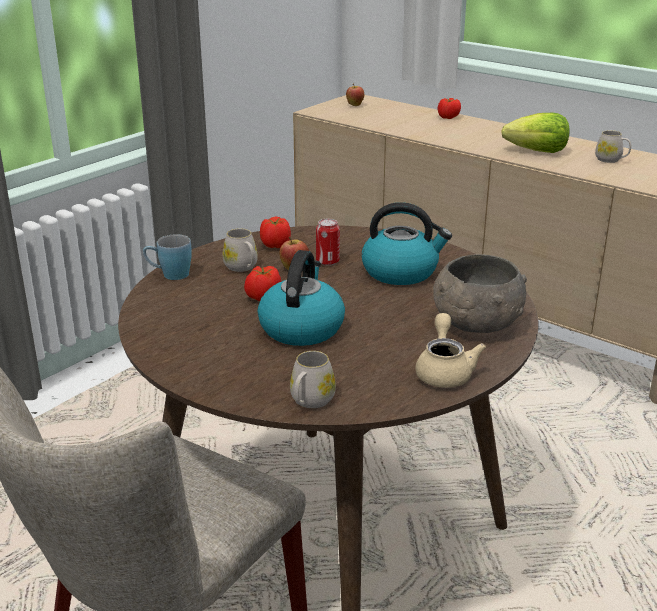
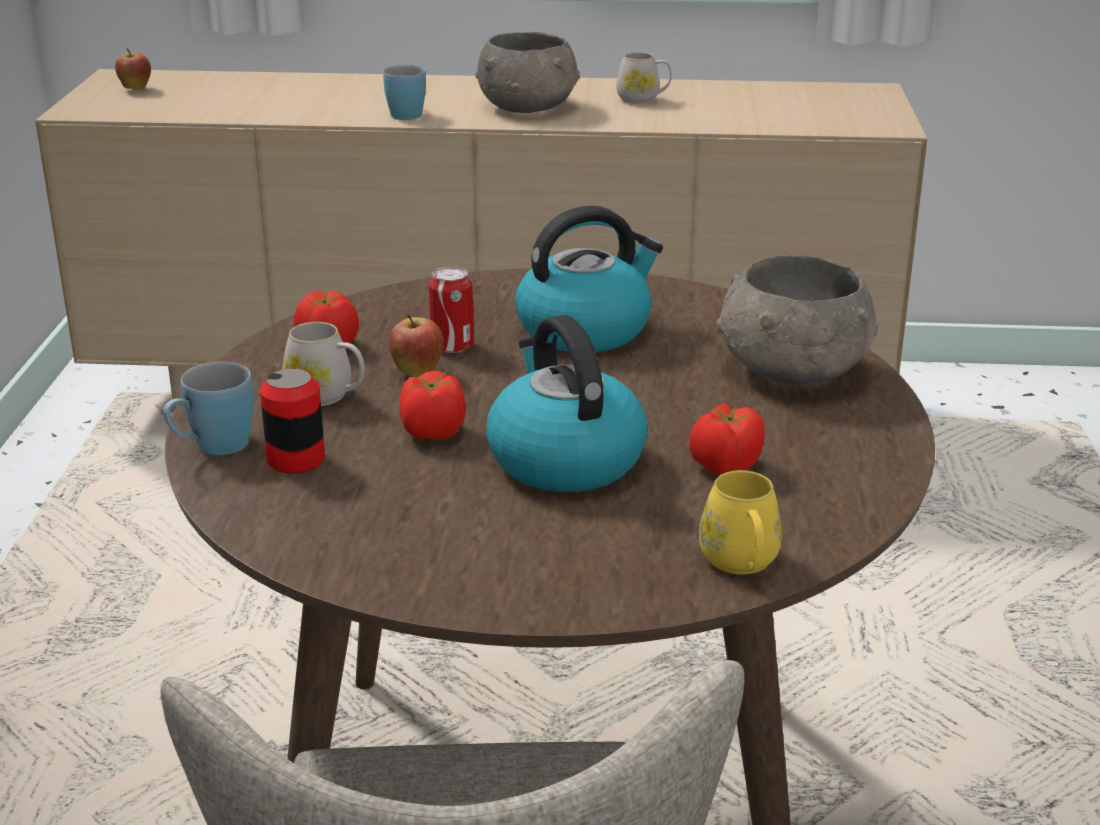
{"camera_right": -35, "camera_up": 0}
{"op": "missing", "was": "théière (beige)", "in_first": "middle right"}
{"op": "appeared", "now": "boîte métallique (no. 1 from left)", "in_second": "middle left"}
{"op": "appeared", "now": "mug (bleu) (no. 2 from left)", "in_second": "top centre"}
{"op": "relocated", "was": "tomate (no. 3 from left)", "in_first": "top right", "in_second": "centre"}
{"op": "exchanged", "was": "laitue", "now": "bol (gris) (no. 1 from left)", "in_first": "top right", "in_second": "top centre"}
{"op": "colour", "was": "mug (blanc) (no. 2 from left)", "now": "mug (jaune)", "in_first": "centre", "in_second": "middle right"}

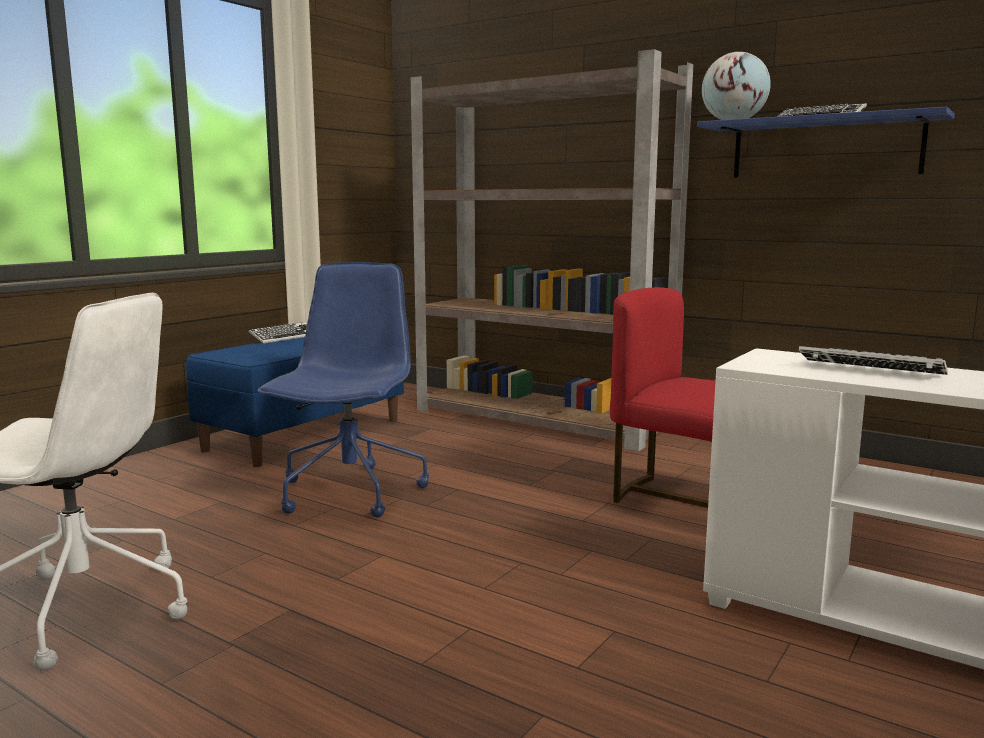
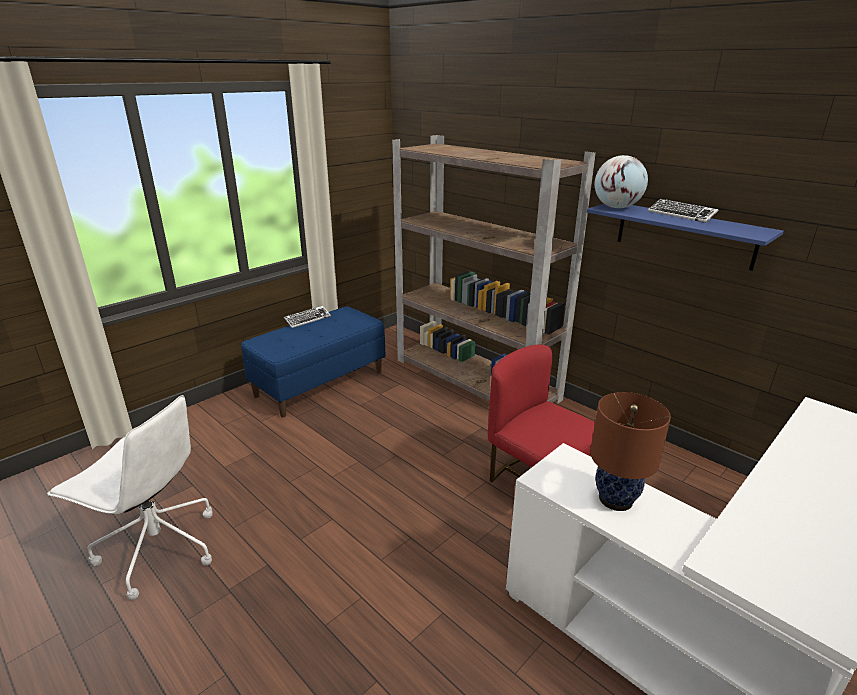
{"camera_right": 10, "camera_up": 15}
{"op": "missing", "was": "chaise de bureau (bleu)", "in_first": "centre"}
{"op": "exchanged", "was": "clavier (no. 3 from left)", "now": "lampe de table (marron)", "in_first": "middle right", "in_second": "middle right"}

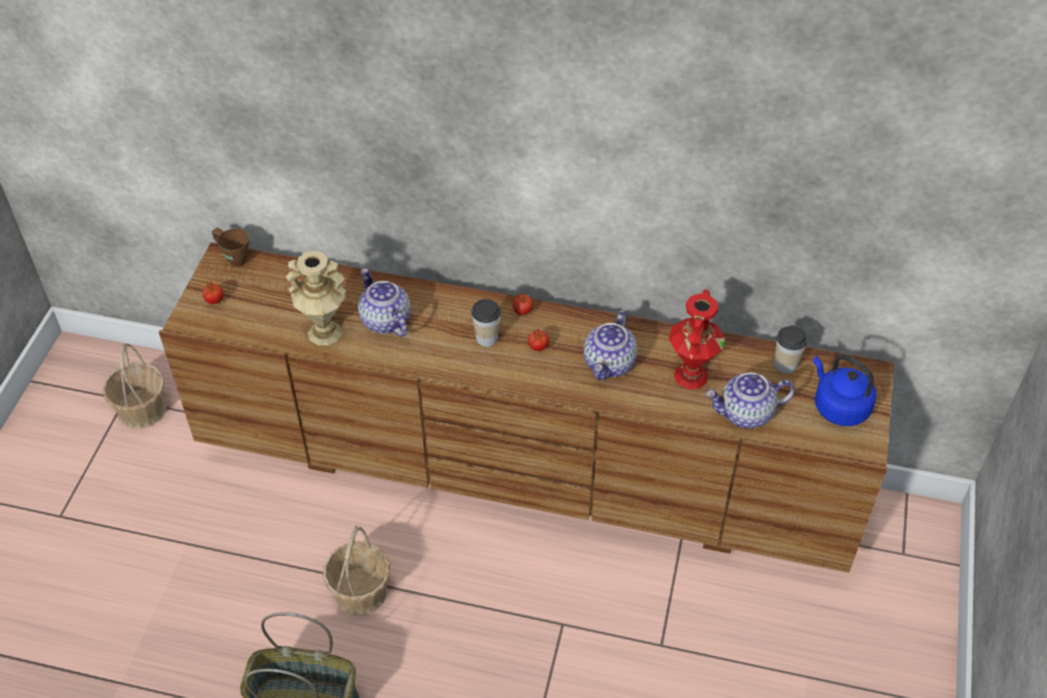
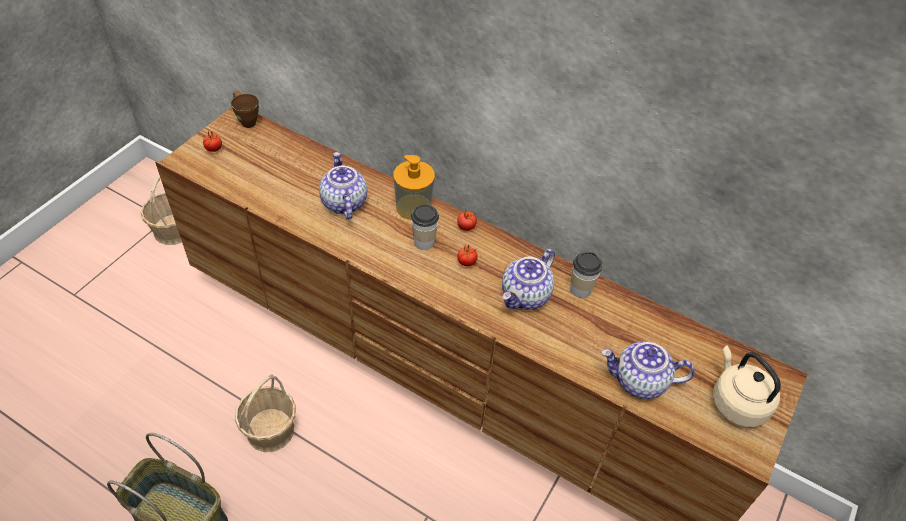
{"camera_right": 15, "camera_up": 0}
{"op": "missing", "was": "vase (beige)", "in_first": "middle left"}
{"op": "missing", "was": "vase (rouge)", "in_first": "centre"}
{"op": "appeared", "now": "distributeur de savon", "in_second": "centre"}
{"op": "relocated", "was": "tasse (no. 2 from left)", "in_first": "middle right", "in_second": "centre"}
{"op": "colour", "was": "bouilloire (bleu)", "now": "bouilloire (beige)", "in_first": "middle right", "in_second": "bottom right"}

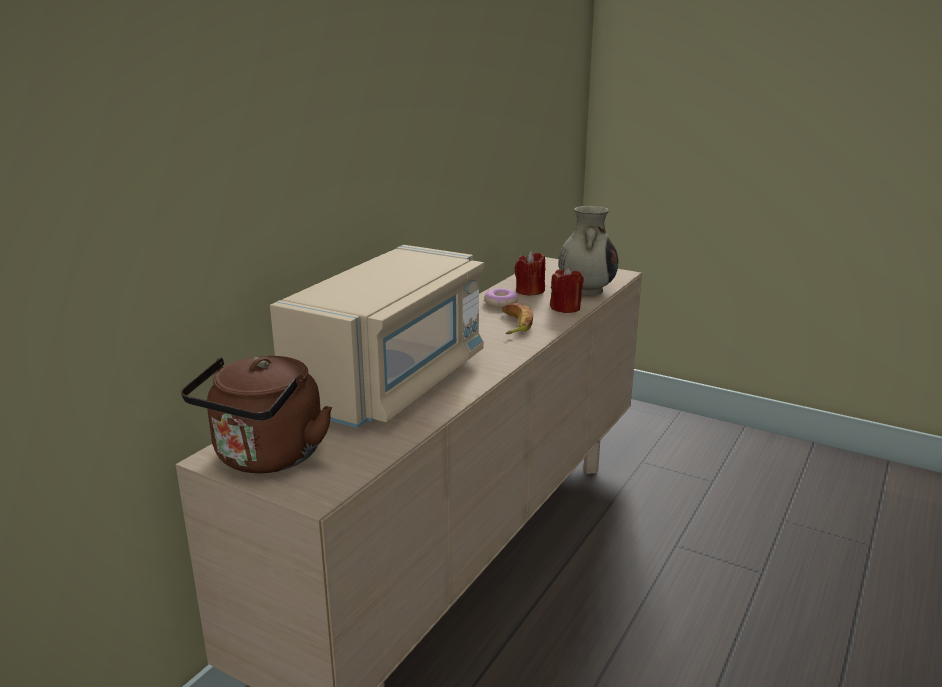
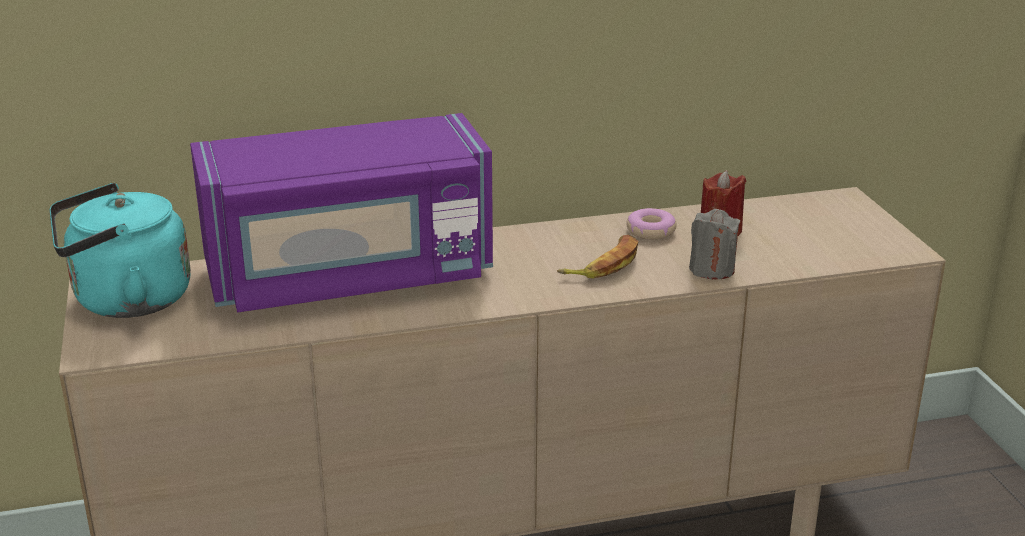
{"camera_right": 45, "camera_up": 5}
{"op": "missing", "was": "vase (beige)", "in_first": "centre"}
{"op": "colour", "was": "bouilloire (marron)", "now": "bouilloire (turquoise)", "in_first": "middle left", "in_second": "middle left"}
{"op": "colour", "was": "micro-ondes (beige)", "now": "micro-ondes (violet)", "in_first": "centre", "in_second": "middle left"}
{"op": "colour", "was": "bougie (rouge) (no. 2 from left)", "now": "bougie (gris)", "in_first": "centre", "in_second": "middle right"}

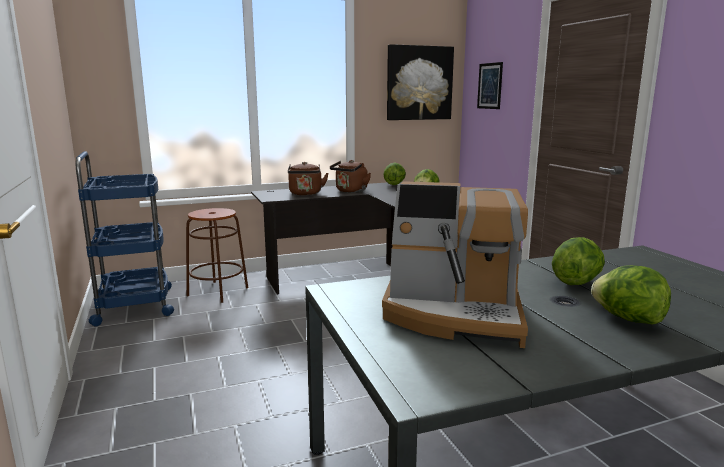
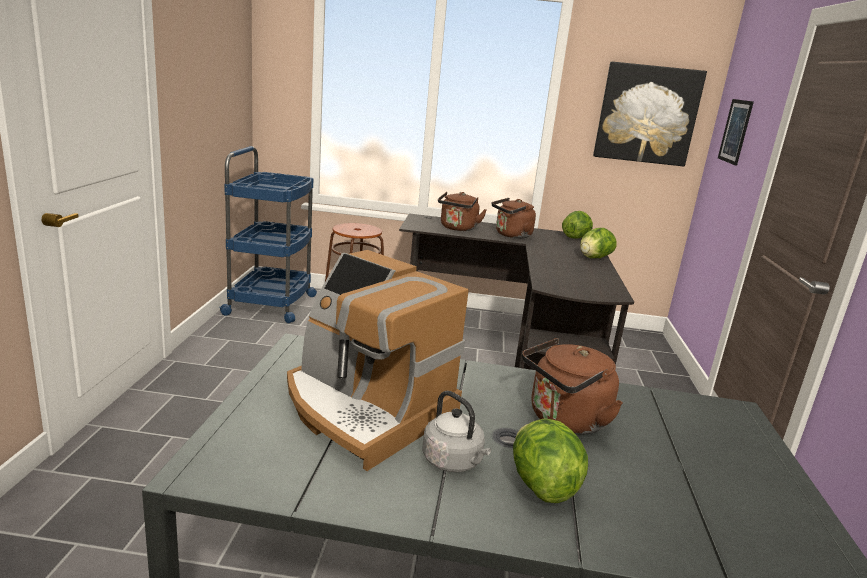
{"camera_right": 25, "camera_up": 5}
{"op": "appeared", "now": "bouilloire (gris)", "in_second": "bottom centre"}
{"op": "exchanged", "was": "laitue (no. 3 from left)", "now": "bouilloire (marron) (no. 3 from left)", "in_first": "middle right", "in_second": "bottom centre"}

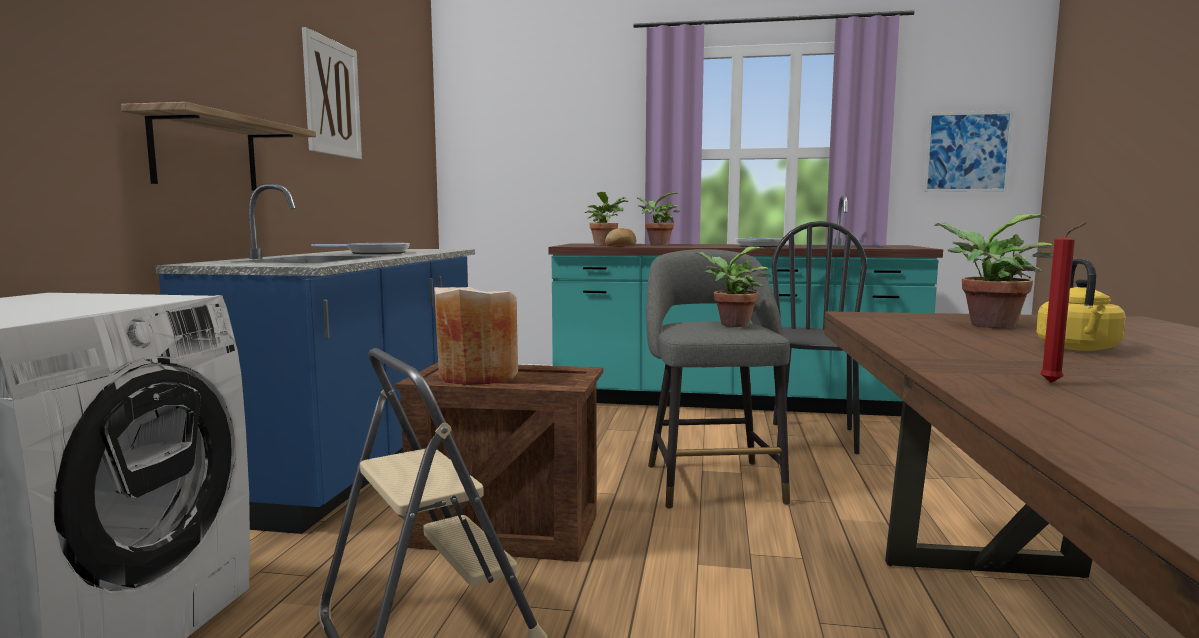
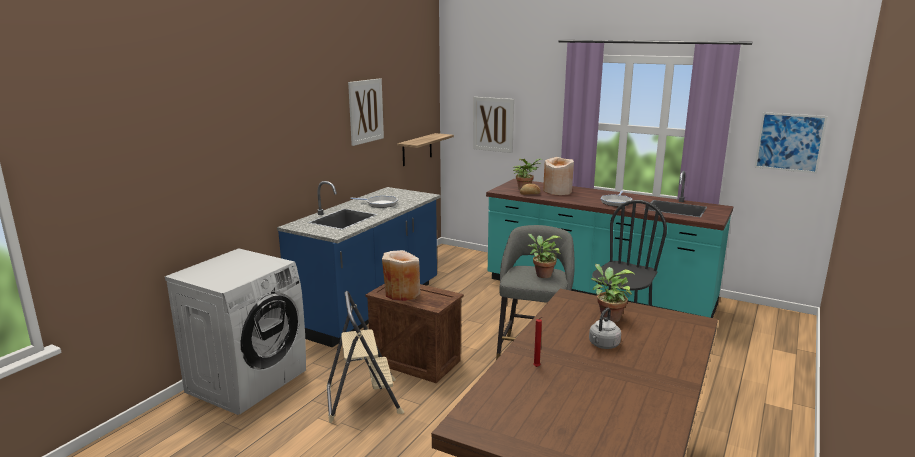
{"camera_right": 20, "camera_up": 10}
{"op": "appeared", "now": "tableau (no. 2 from left)", "in_second": "top centre"}
{"op": "relocated", "was": "étagère", "in_first": "top left", "in_second": "top centre"}
{"op": "exchanged", "was": "plante en pot (no. 2 from left)", "now": "vase (beige) (no. 2 from left)", "in_first": "centre", "in_second": "centre"}
{"op": "colour", "was": "bouilloire (jaune)", "now": "bouilloire (gris)", "in_first": "middle right", "in_second": "bottom centre"}

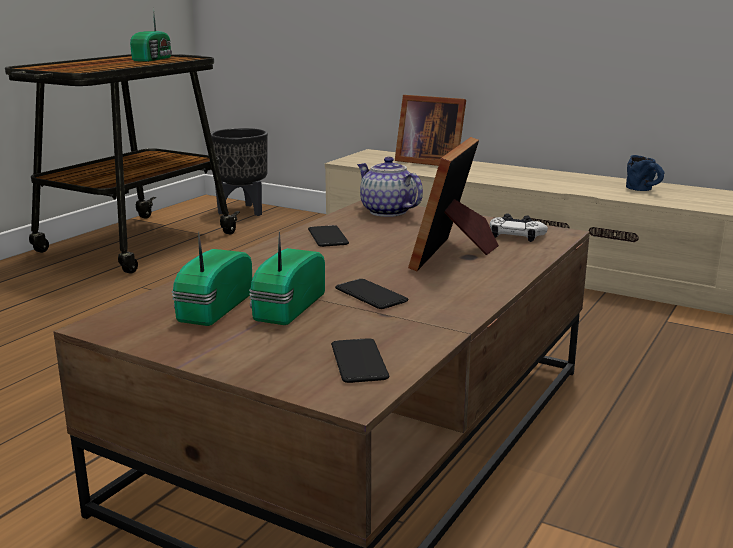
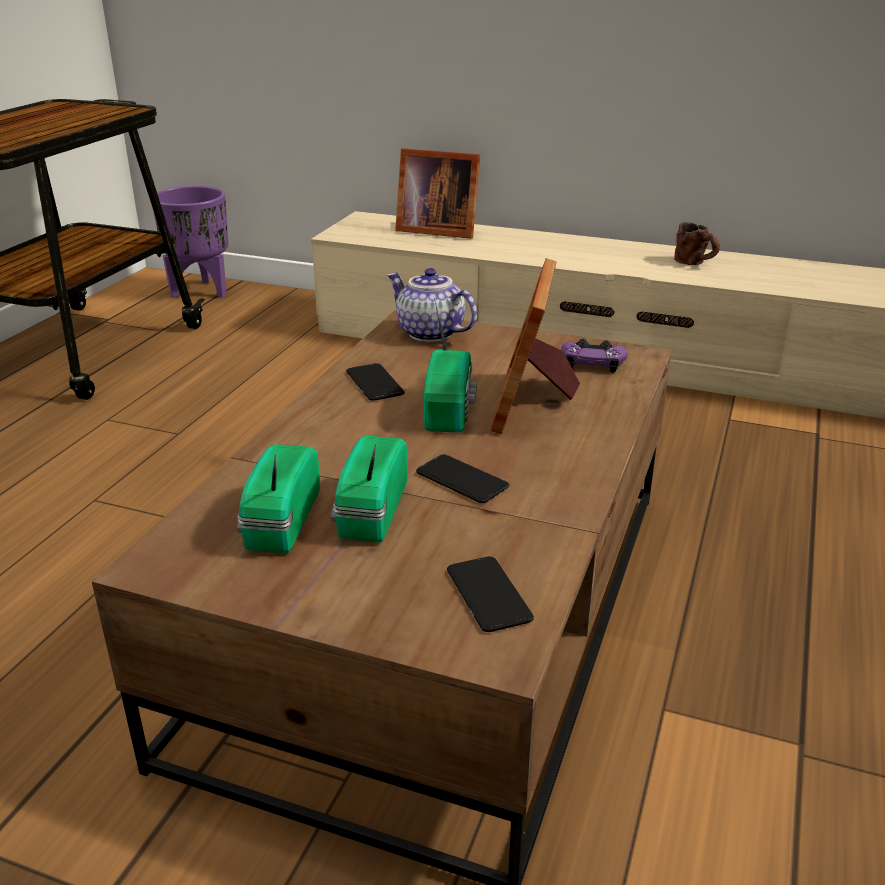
{"camera_right": -10, "camera_up": 10}
{"op": "relocated", "was": "radio (no. 1 from left in the first image)", "now": "radio (no. 3 from left)", "in_first": "top left", "in_second": "centre"}
{"op": "colour", "was": "cache-pot (noir)", "now": "cache-pot (violet)", "in_first": "top left", "in_second": "top left"}
{"op": "colour", "was": "manette (blanc)", "now": "manette (violet)", "in_first": "middle right", "in_second": "middle right"}
{"op": "colour", "was": "mug (bleu)", "now": "mug (marron)", "in_first": "top right", "in_second": "top right"}

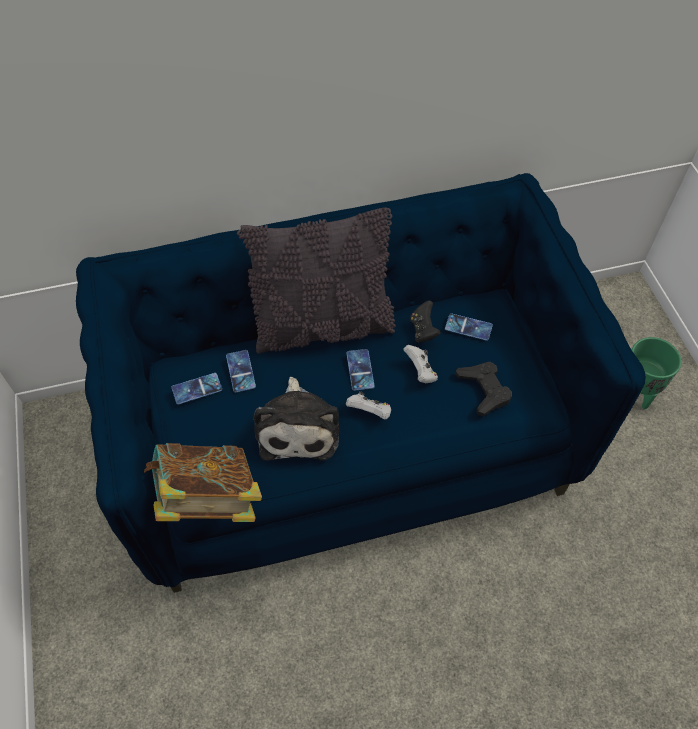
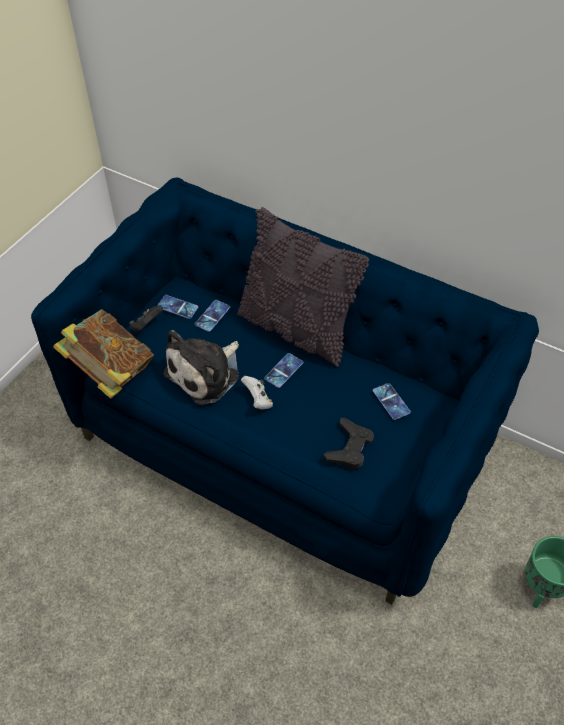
{"camera_right": 45, "camera_up": -5}
{"op": "missing", "was": "manette (blanc) (no. 2 from left)", "in_first": "centre"}
{"op": "relocated", "was": "manette (noir) (no. 1 from left)", "in_first": "centre", "in_second": "middle left"}

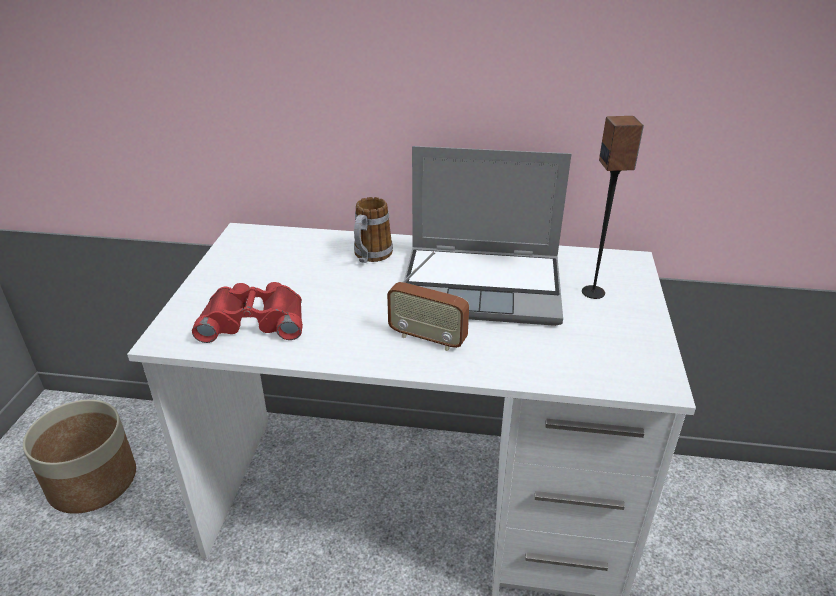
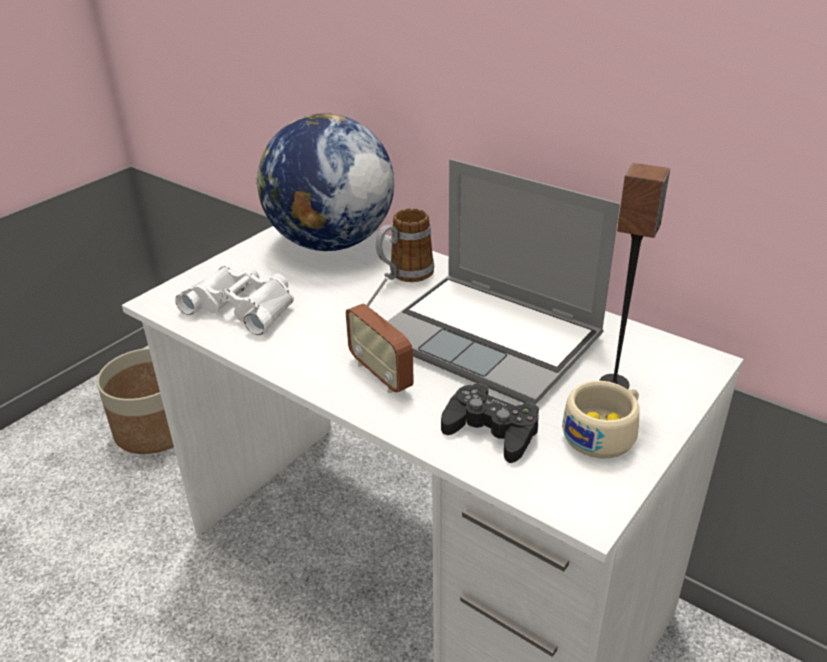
{"camera_right": 30, "camera_up": 0}
{"op": "appeared", "now": "globe", "in_second": "top centre"}
{"op": "appeared", "now": "manette (noir)", "in_second": "centre"}
{"op": "appeared", "now": "tasse (beige)", "in_second": "middle right"}
{"op": "colour", "was": "jumelles (rouge)", "now": "jumelles (blanc)", "in_first": "middle left", "in_second": "middle left"}

